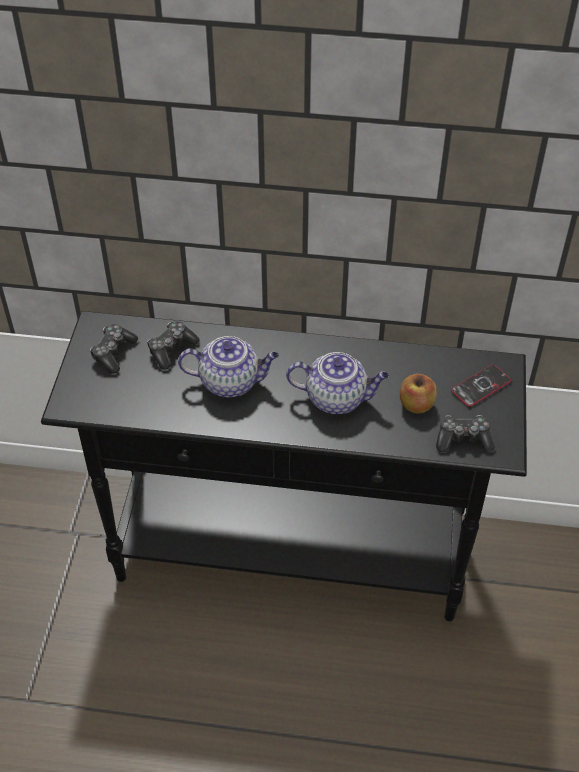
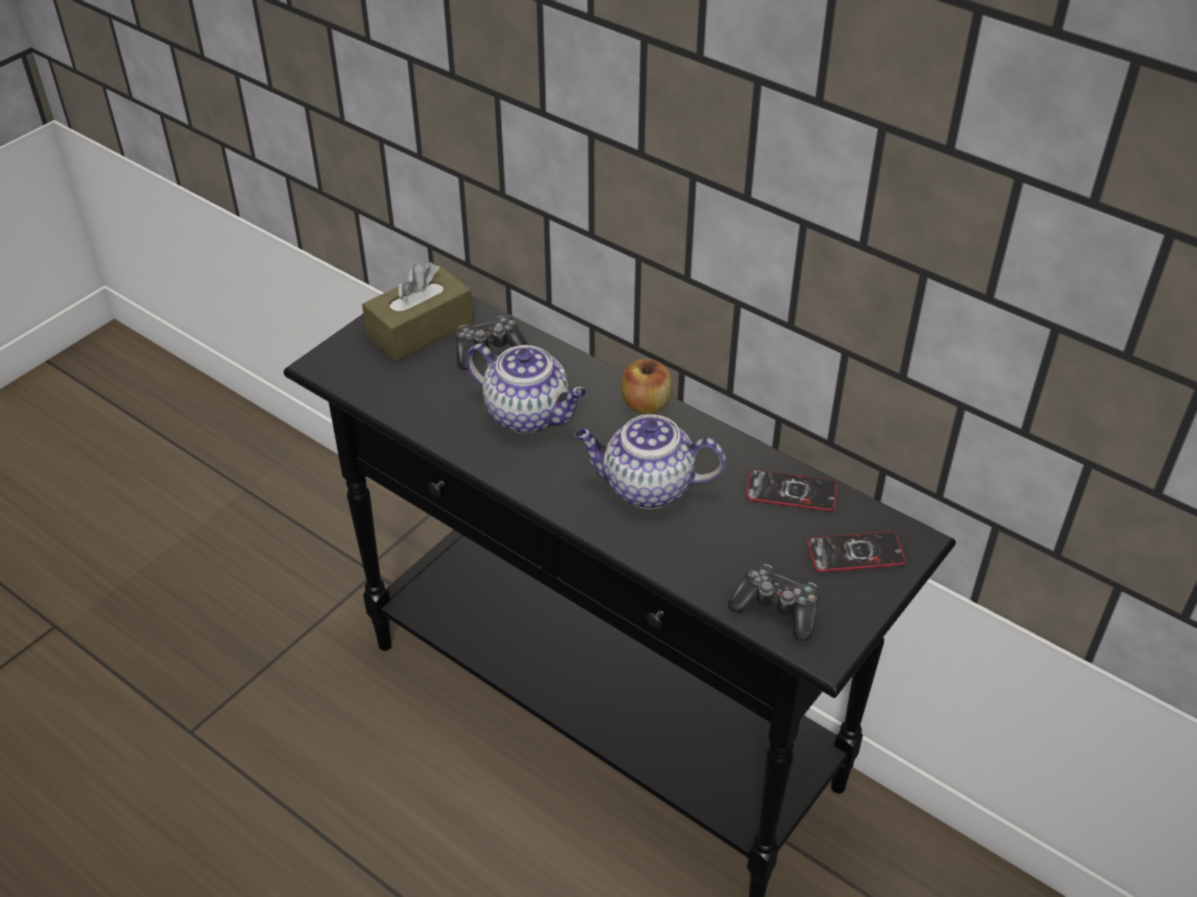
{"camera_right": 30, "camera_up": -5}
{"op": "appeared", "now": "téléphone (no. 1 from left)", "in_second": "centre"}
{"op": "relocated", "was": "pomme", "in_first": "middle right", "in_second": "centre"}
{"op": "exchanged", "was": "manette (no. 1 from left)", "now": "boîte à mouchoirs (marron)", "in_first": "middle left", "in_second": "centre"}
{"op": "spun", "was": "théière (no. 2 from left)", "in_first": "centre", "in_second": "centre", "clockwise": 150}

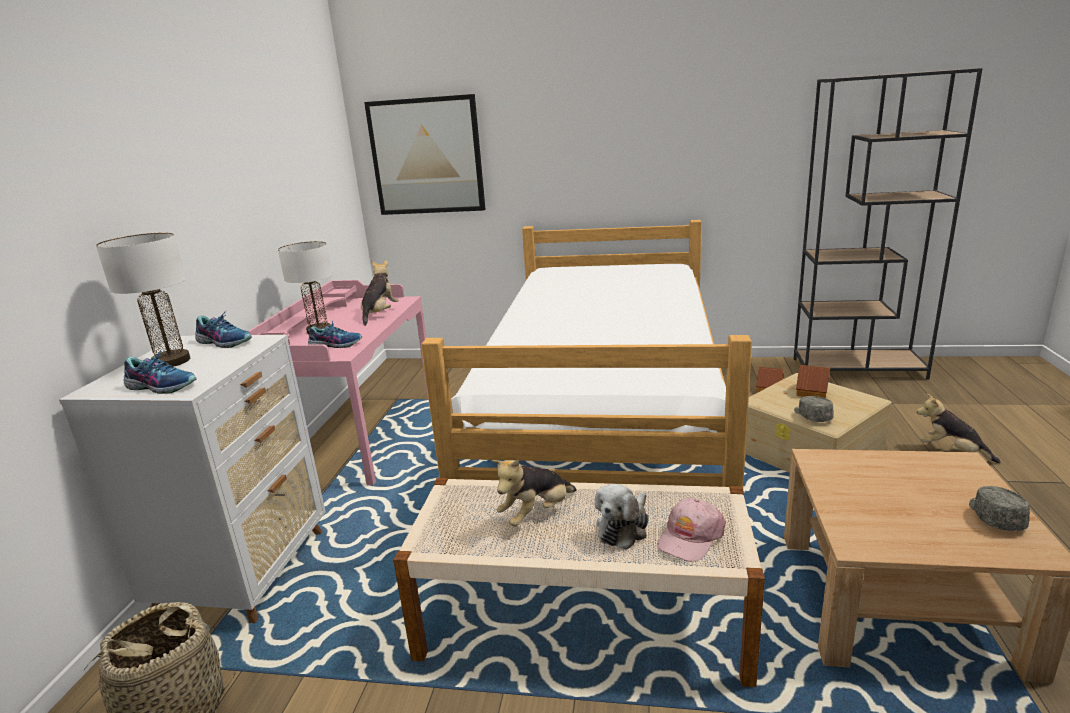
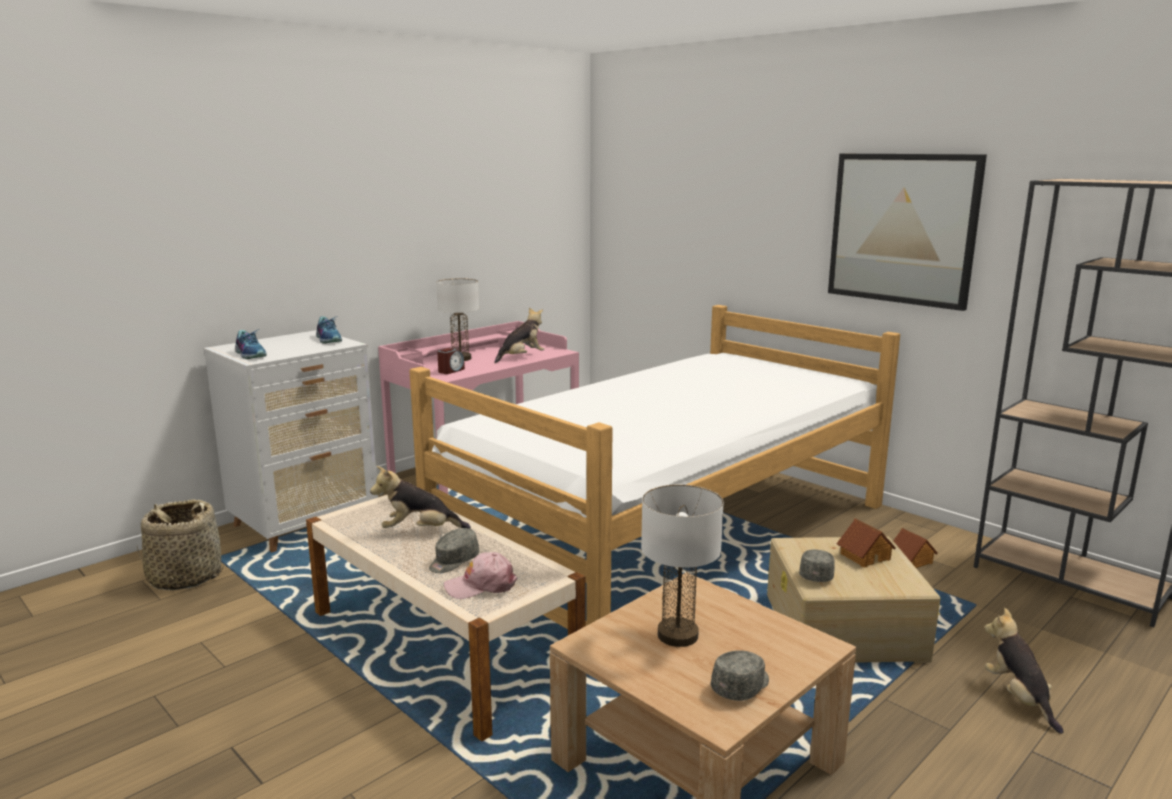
{"camera_right": 35, "camera_up": -5}
{"op": "relocated", "was": "lampe de table (no. 1 from left in the first image)", "now": "lampe de table (no. 2 from left)", "in_first": "middle left", "in_second": "bottom centre"}
{"op": "relocated", "was": "tableau", "in_first": "top centre", "in_second": "top right"}
{"op": "exchanged", "was": "chaussure (no. 3 from left)", "now": "réveil", "in_first": "middle left", "in_second": "centre"}
{"op": "exchanged", "was": "peluche (no. 3 from left)", "now": "casquette (gris) (no. 1 from left)", "in_first": "bottom centre", "in_second": "bottom centre"}

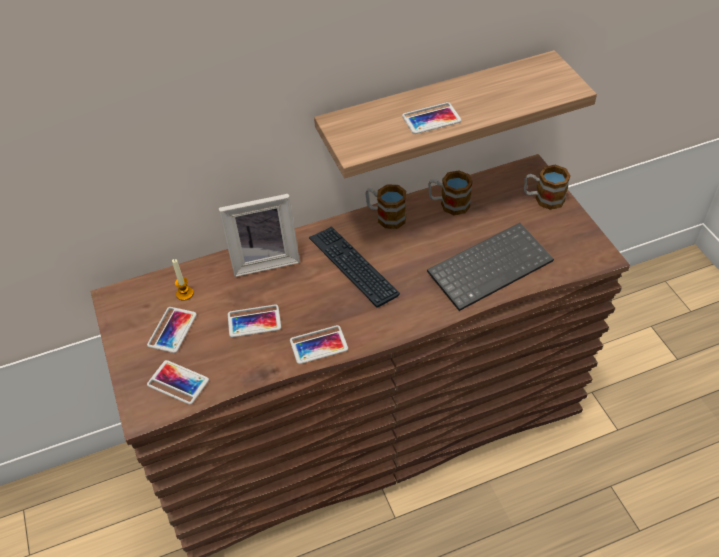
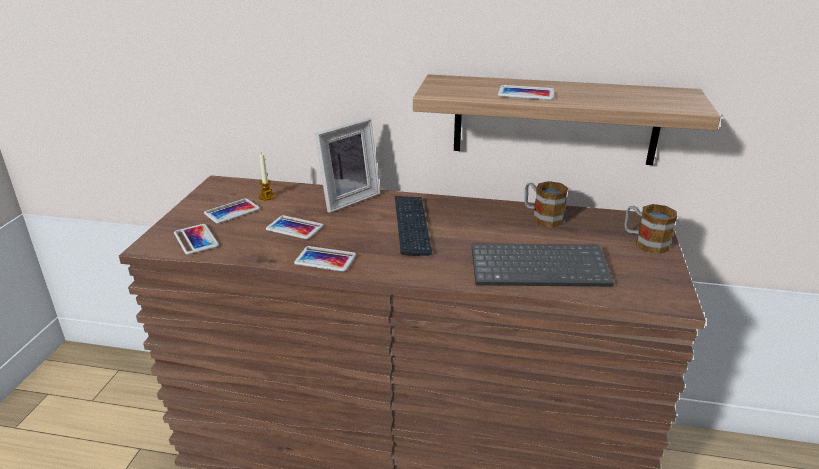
{"camera_right": 30, "camera_up": -20}
{"op": "missing", "was": "mug (no. 1 from left)", "in_first": "centre"}
{"op": "spun", "was": "cadre photo", "in_first": "centre", "in_second": "centre", "clockwise": -60}

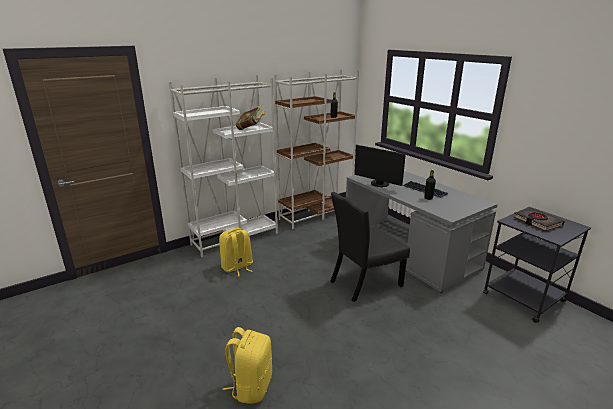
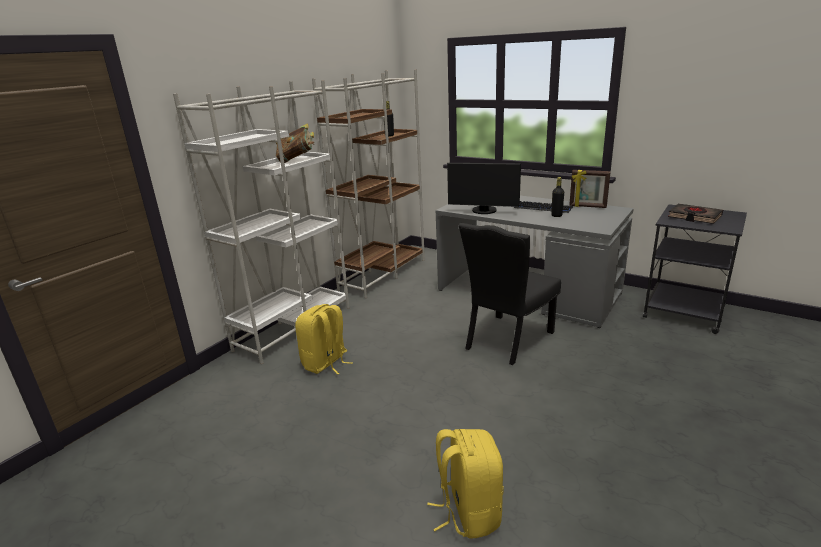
{"camera_right": -20, "camera_up": 0}
{"op": "appeared", "now": "cadre photo", "in_second": "middle right"}

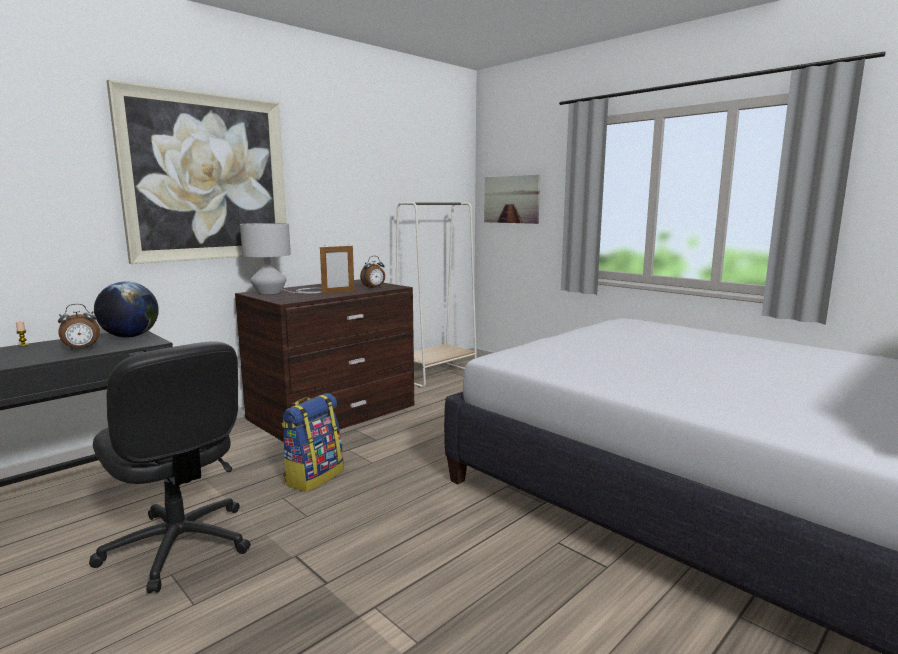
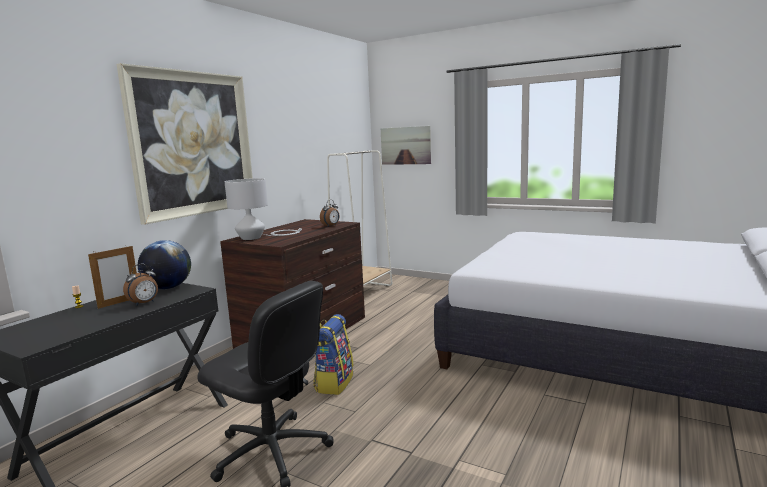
{"camera_right": -15, "camera_up": 0}
{"op": "relocated", "was": "cadre photo", "in_first": "centre", "in_second": "middle left"}

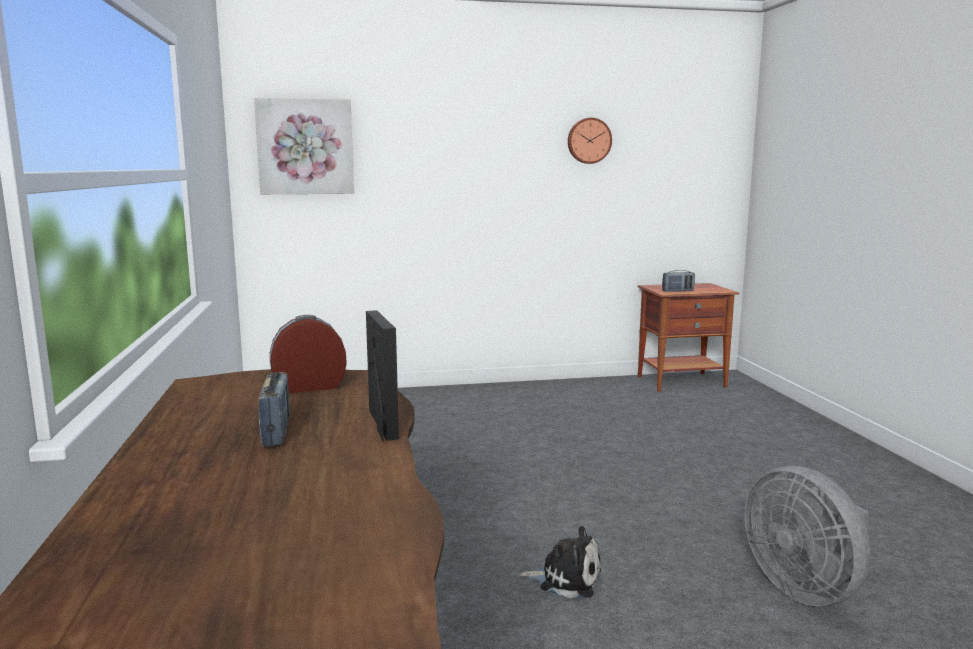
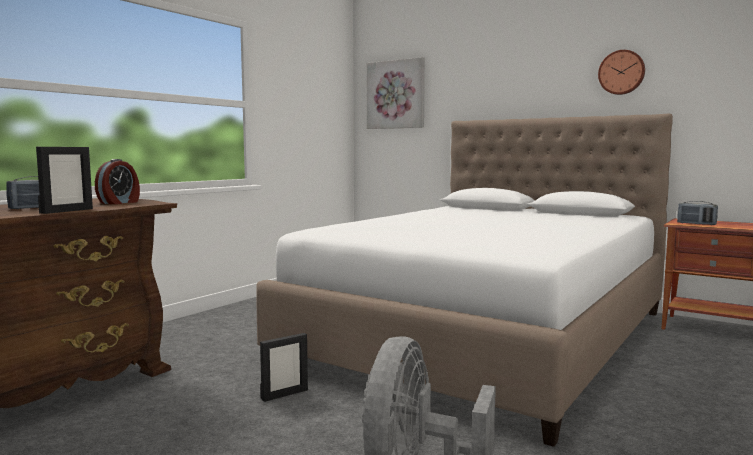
{"camera_right": 45, "camera_up": -5}
{"op": "appeared", "now": "lit (blanc)", "in_second": "centre"}
{"op": "exchanged", "was": "peluche", "now": "cadre photo (no. 2 from left)", "in_first": "bottom centre", "in_second": "bottom centre"}
{"op": "spun", "was": "réveil", "in_first": "middle left", "in_second": "middle left", "clockwise": 90}

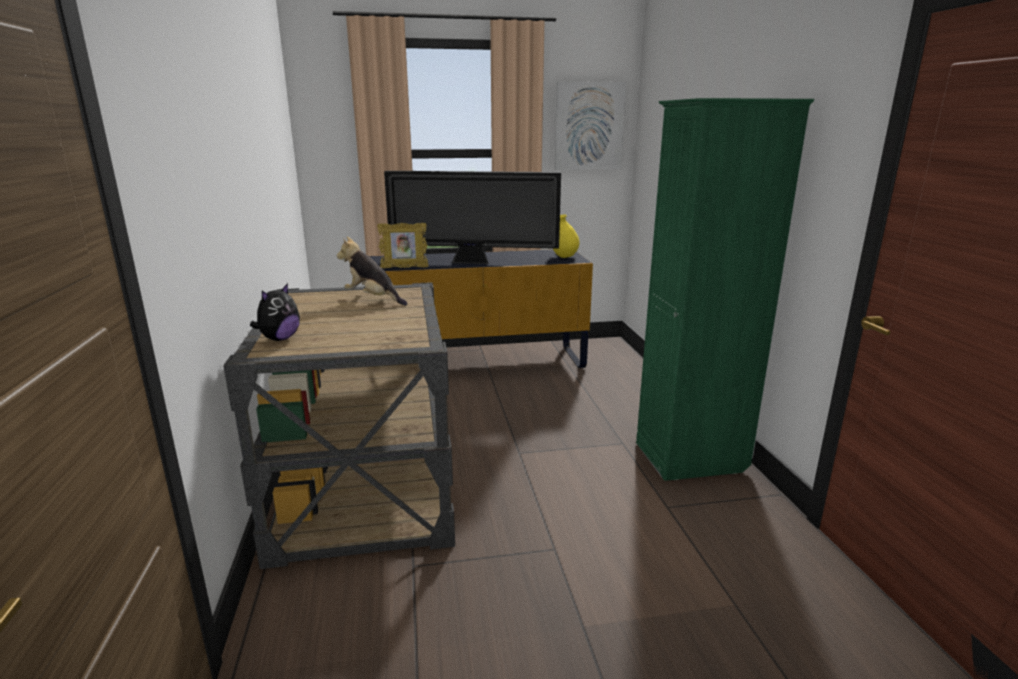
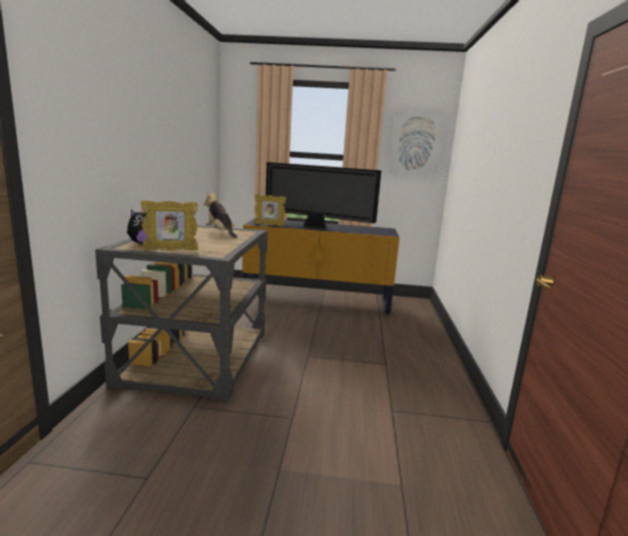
{"camera_right": 15, "camera_up": -5}
{"op": "missing", "was": "vase (jaune)", "in_first": "centre"}
{"op": "missing", "was": "meuble de rangement (vert)", "in_first": "middle right"}
{"op": "appeared", "now": "cadre photo (no. 1 from left)", "in_second": "middle left"}

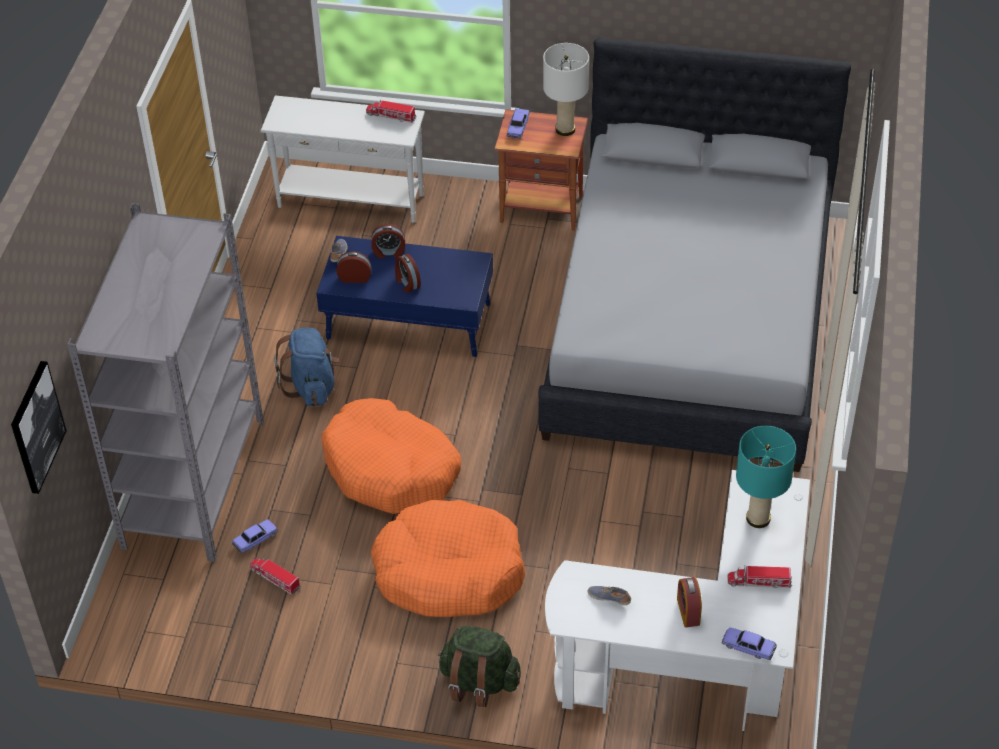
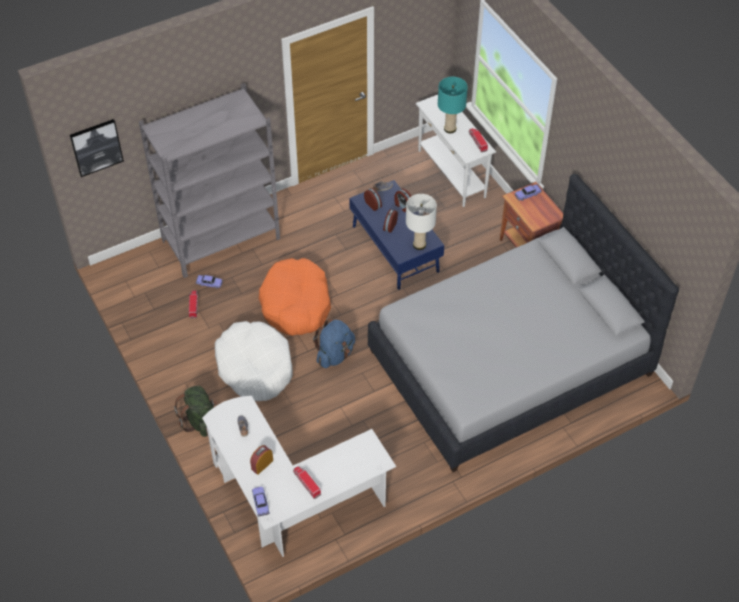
{"camera_right": 50, "camera_up": 5}
{"op": "relocated", "was": "sac à dos (bleu)", "in_first": "middle left", "in_second": "centre"}
{"op": "relocated", "was": "lampe de table (blanc)", "in_first": "top centre", "in_second": "centre"}
{"op": "relocated", "was": "lampe de table (turquoise)", "in_first": "middle right", "in_second": "top centre"}
{"op": "colour", "was": "panier pour chien (orange) (no. 2 from left)", "now": "panier pour chien (blanc)", "in_first": "bottom centre", "in_second": "centre"}

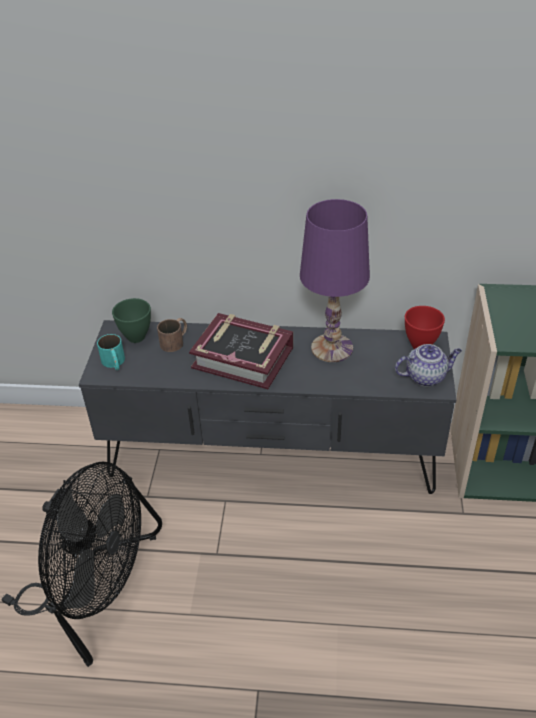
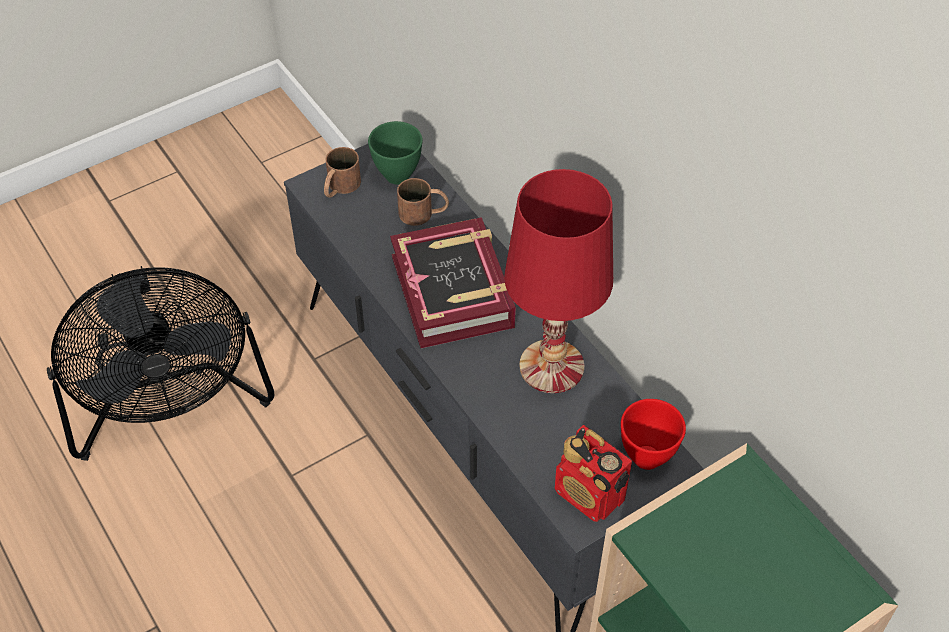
{"camera_right": 50, "camera_up": 10}
{"op": "exchanged", "was": "théière", "now": "radio", "in_first": "middle right", "in_second": "bottom centre"}
{"op": "colour", "was": "mug (turquoise)", "now": "mug (marron) (no. 1 from left)", "in_first": "middle left", "in_second": "top centre"}
{"op": "colour", "was": "lampe de table (violet)", "now": "lampe de table (rouge)", "in_first": "centre", "in_second": "centre"}

